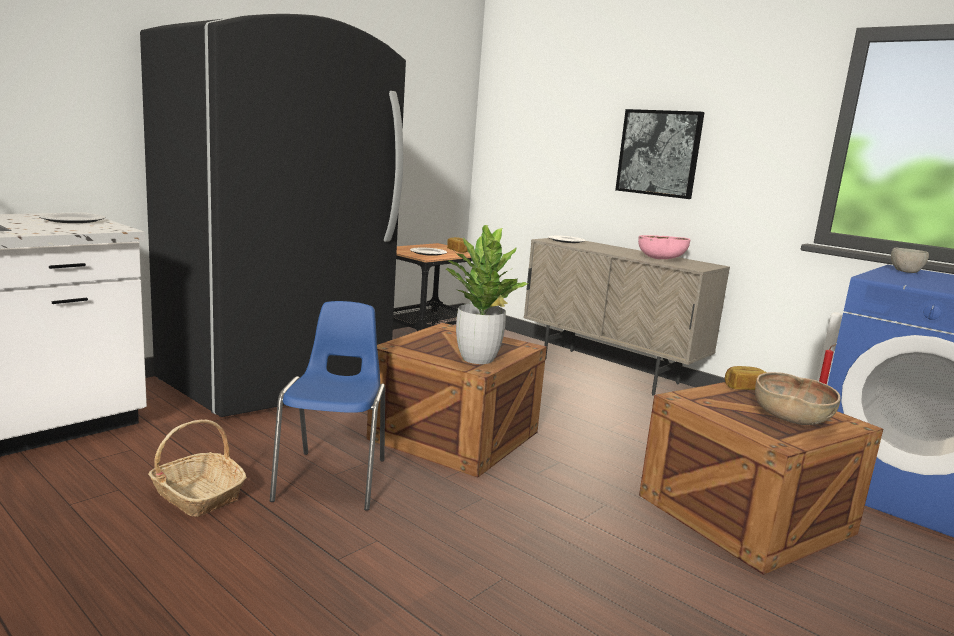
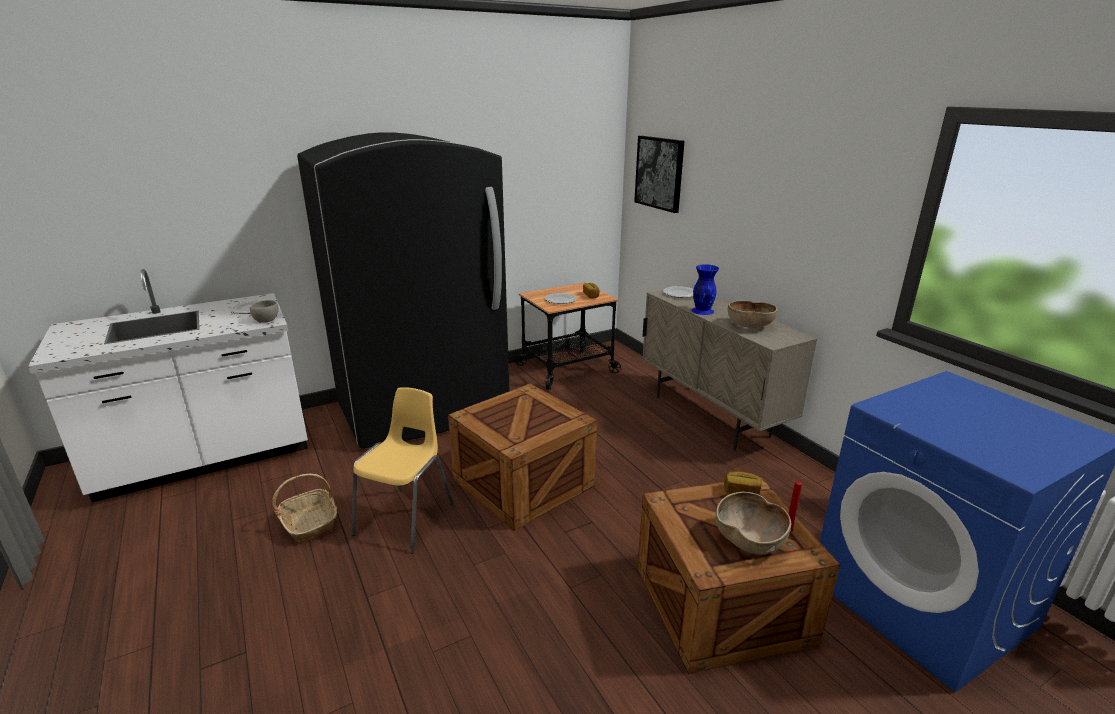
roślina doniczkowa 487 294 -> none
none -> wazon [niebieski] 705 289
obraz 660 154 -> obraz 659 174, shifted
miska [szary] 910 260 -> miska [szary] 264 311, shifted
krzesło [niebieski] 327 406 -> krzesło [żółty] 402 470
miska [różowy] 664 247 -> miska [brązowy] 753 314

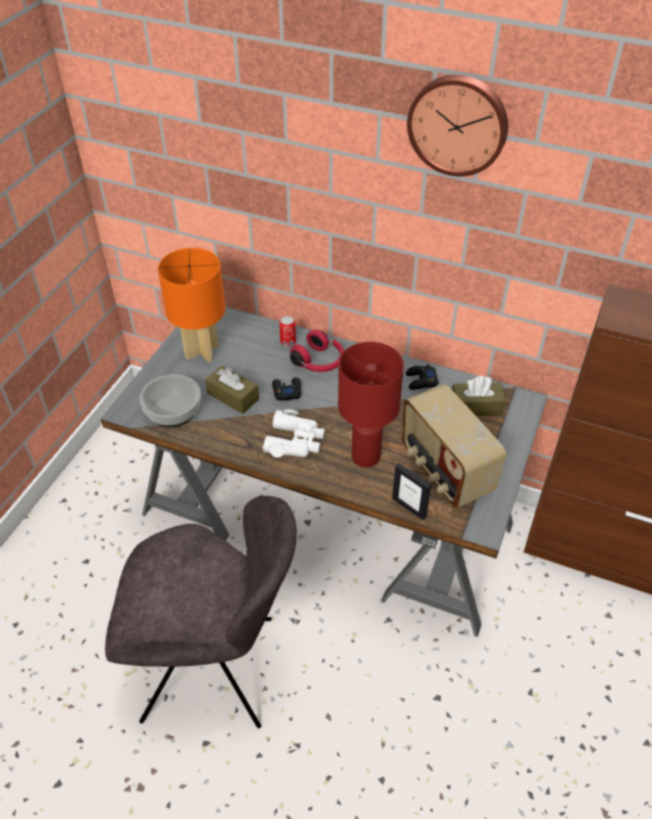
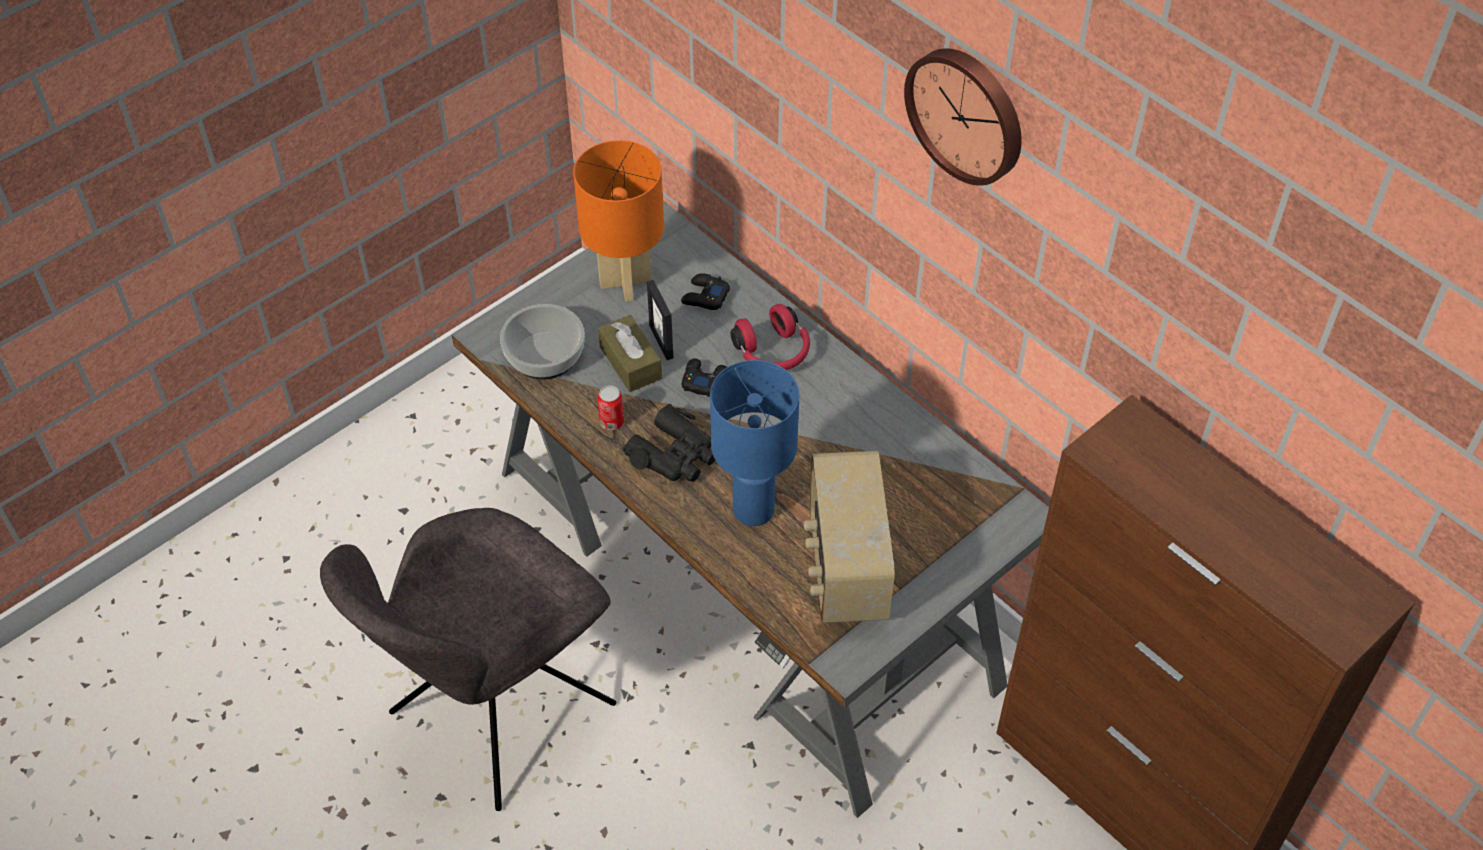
pudełko chusteczek [brązowy] 479 396 -> none
puszka 287 331 -> puszka 610 408, shifted
ramka na zdjęcie 411 491 -> ramka na zdjęcie 660 320, shifted
pad do gier [czarny] 422 377 -> pad do gier [czarny] 705 291, shifted
lornetka [biały] 293 434 -> lornetka [czarny] 668 443
lampa stołowa [czerwony] 371 404 -> lampa stołowa [niebieski] 754 443
krzesło [szary] 201 612 -> krzesło [szary] 468 659, 105 degrees clockwise

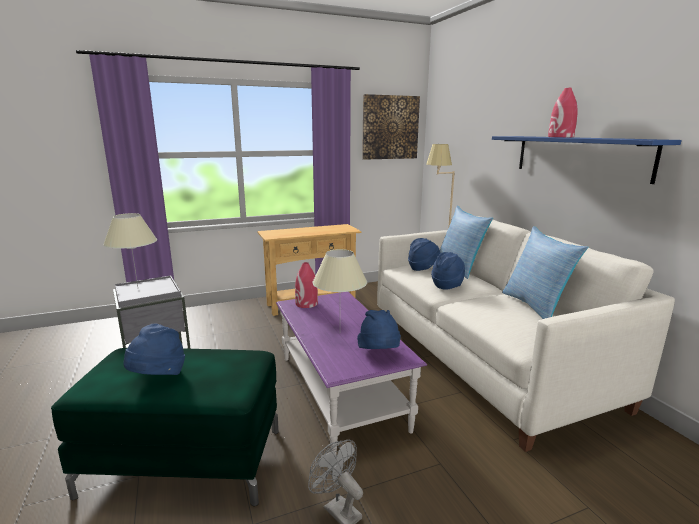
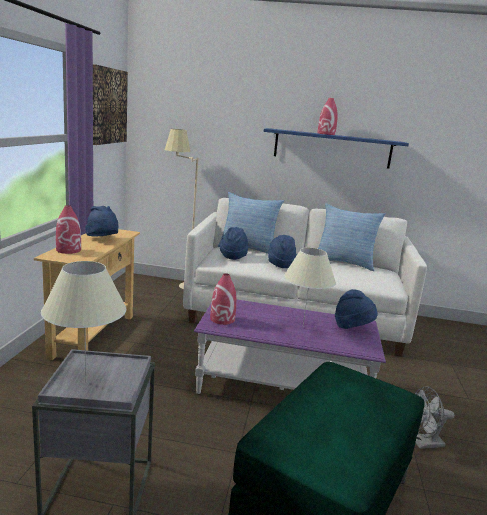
none -> wazon [czerwony] 68 229
kapelusz [niebieski] 154 349 -> kapelusz [niebieski] 102 221, shifted

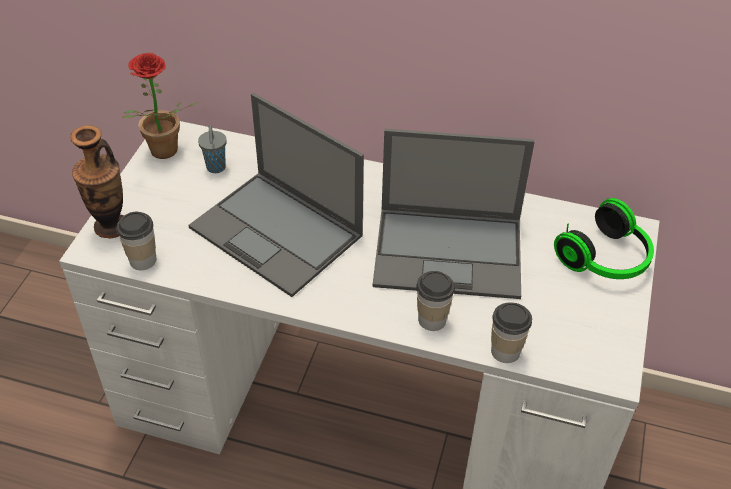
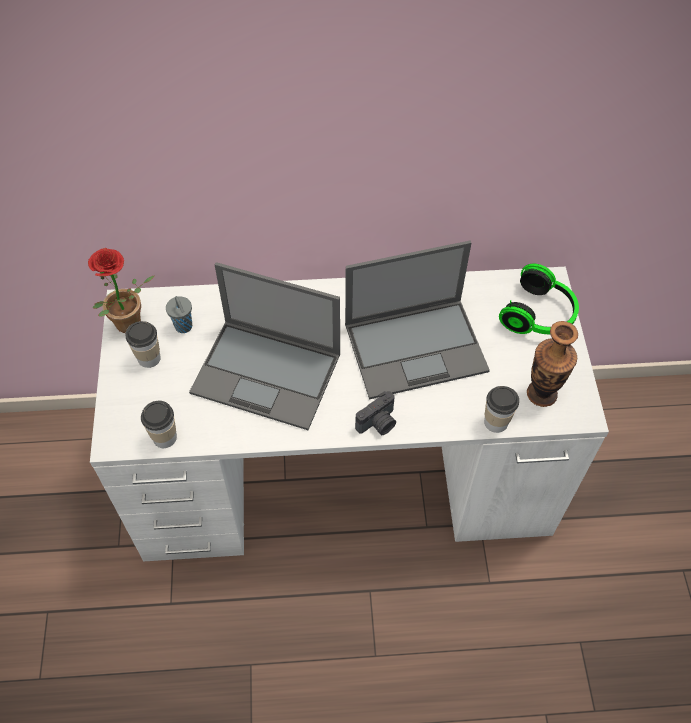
none -> aparat fotograficzny 375 413
wazon 97 182 -> wazon 552 364, shifted
filiżanka 435 301 -> filiżanka 143 344, shifted

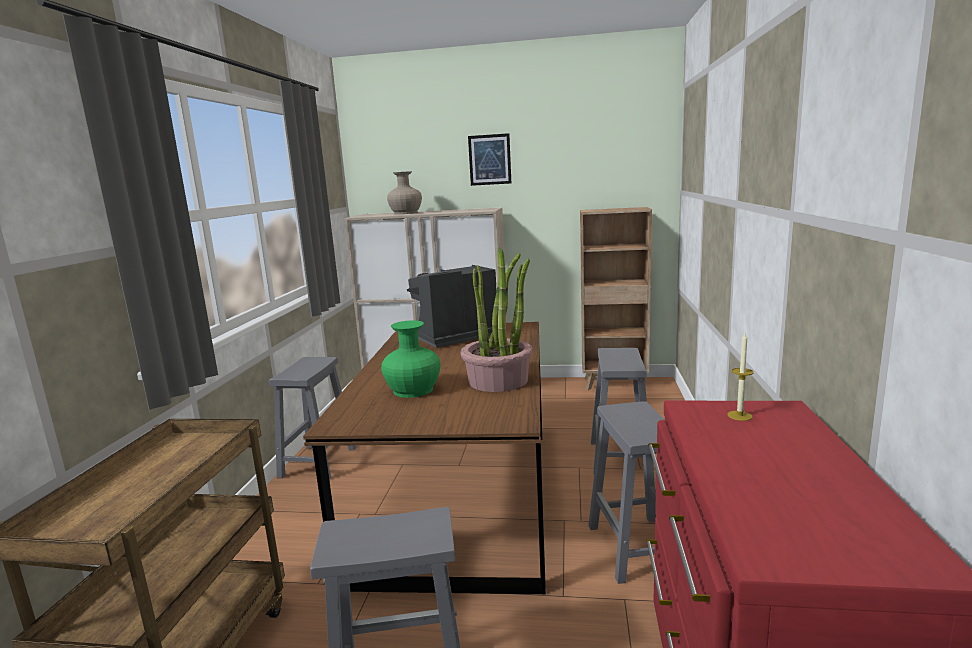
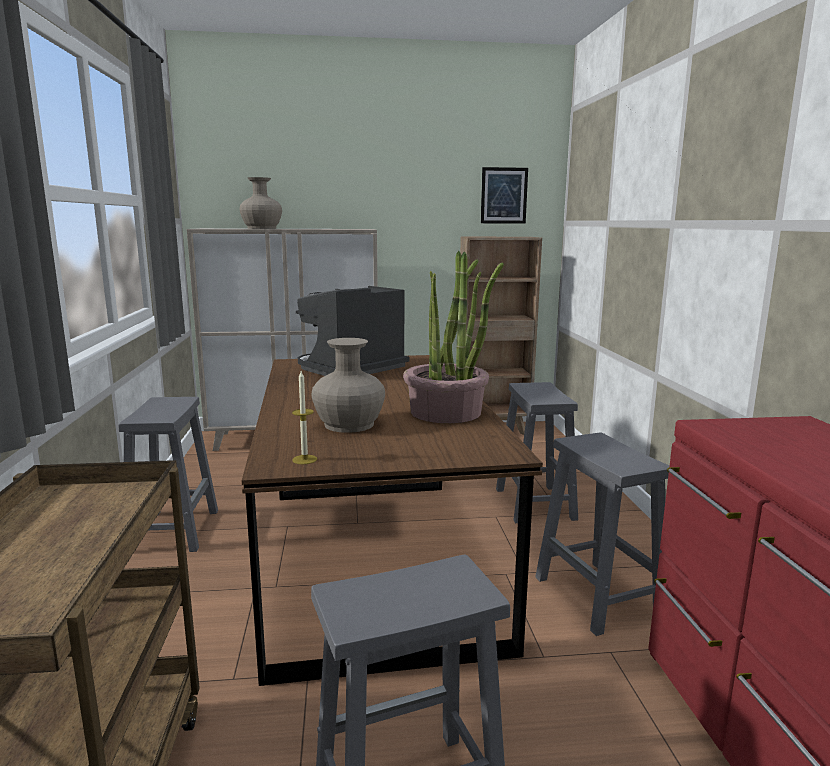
obraz 489 159 -> obraz 504 195, shifted
świeca 740 377 -> świeca 304 417, shifted
wazon [zielony] 411 359 -> wazon [beżowy] 348 385

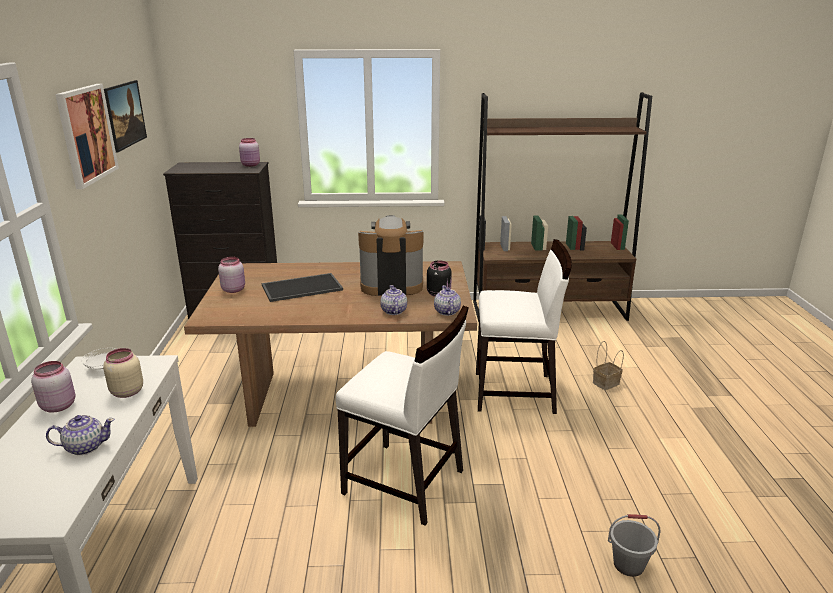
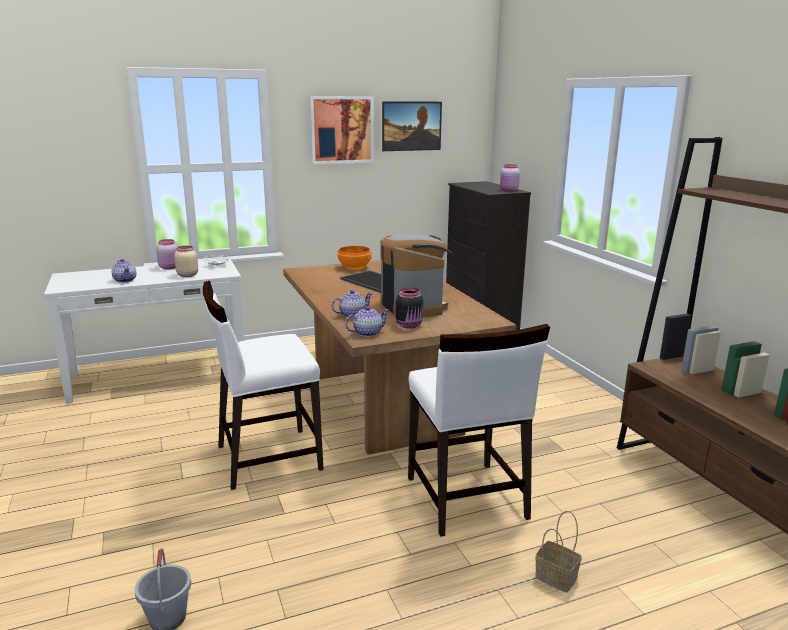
słoik [różowy] 231 275 -> miska [pomarańczowy] 355 258
krzesło [biały] 402 416 -> krzesło [biały] 263 385, 60 degrees clockwise

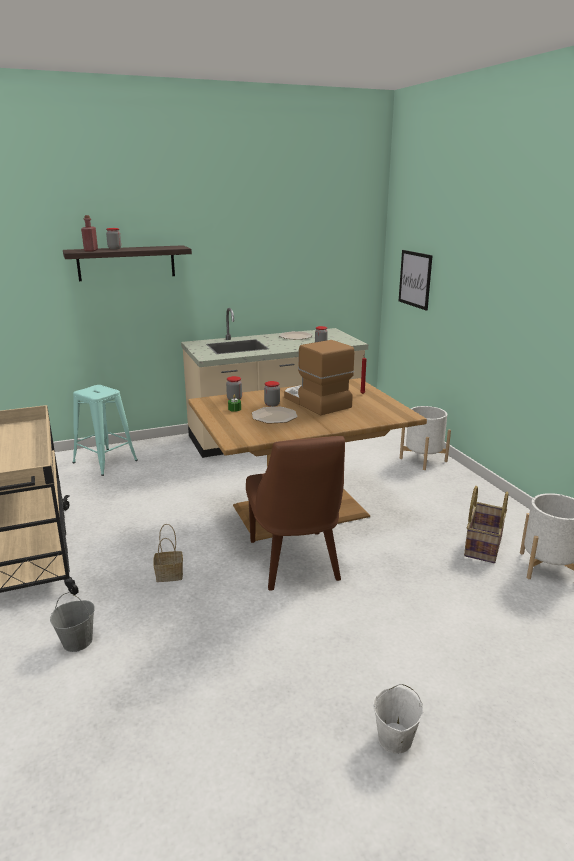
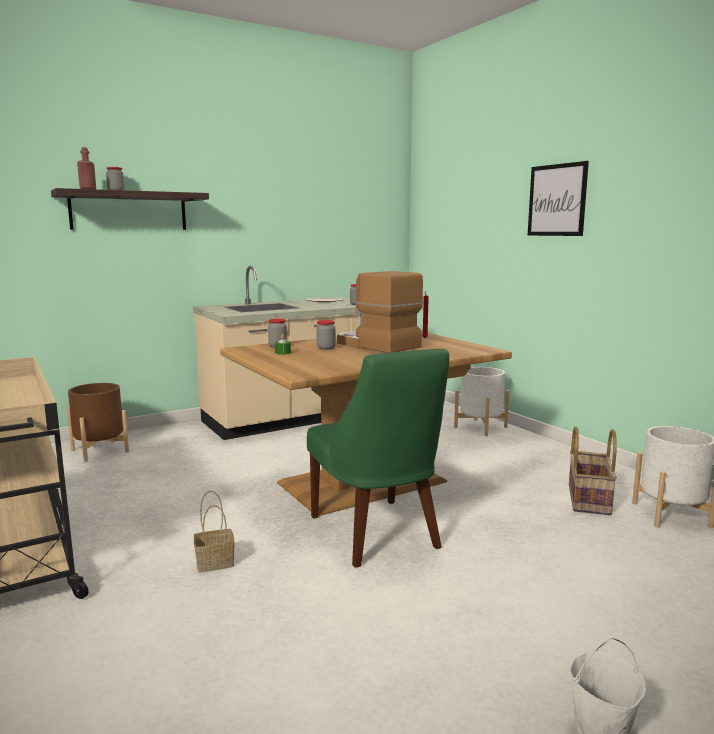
wiadro [szary] 72 622 -> none
talerz 275 415 -> none
obraz 416 280 -> obraz 558 198, shifted
stołek [turkusowy] 105 430 -> donica [brązowy] 98 422
krzesło [brązowy] 295 513 -> krzesło [zielony] 378 458

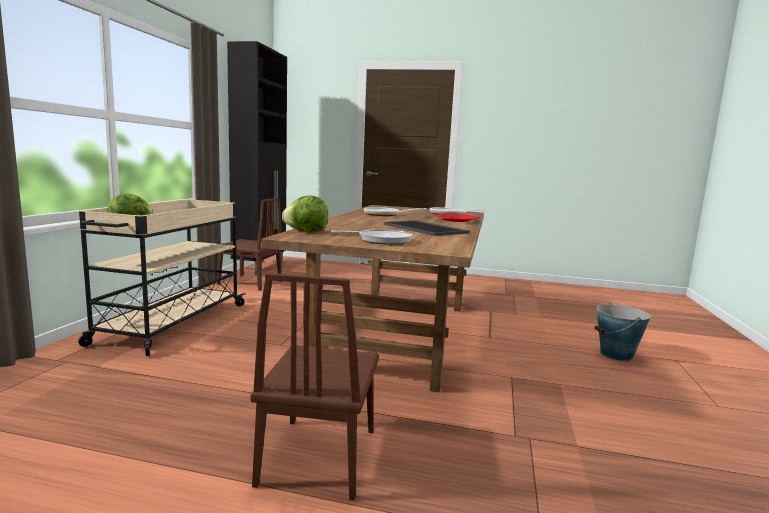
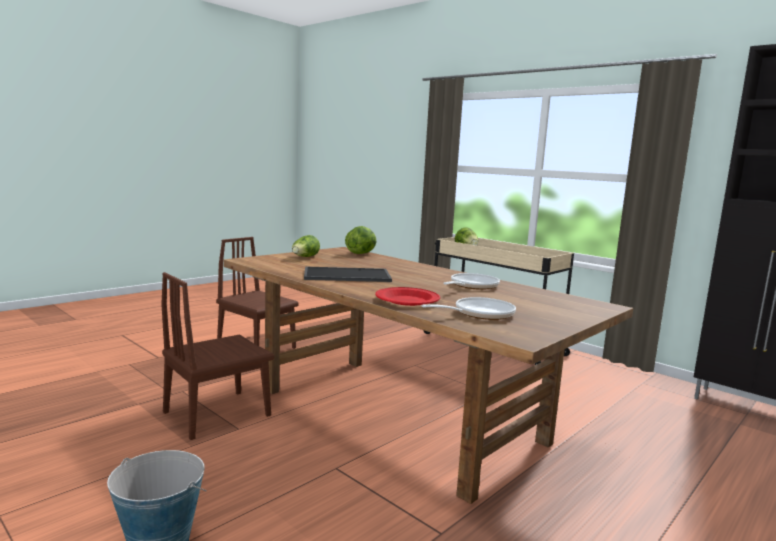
krzesło [brązowy] 249 244 -> krzesło [brązowy] 217 356, shifted
patelnia 371 237 -> sałata 306 246

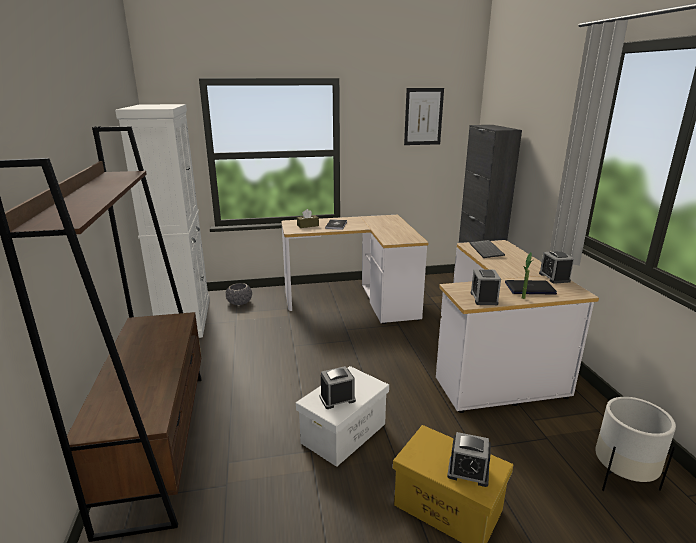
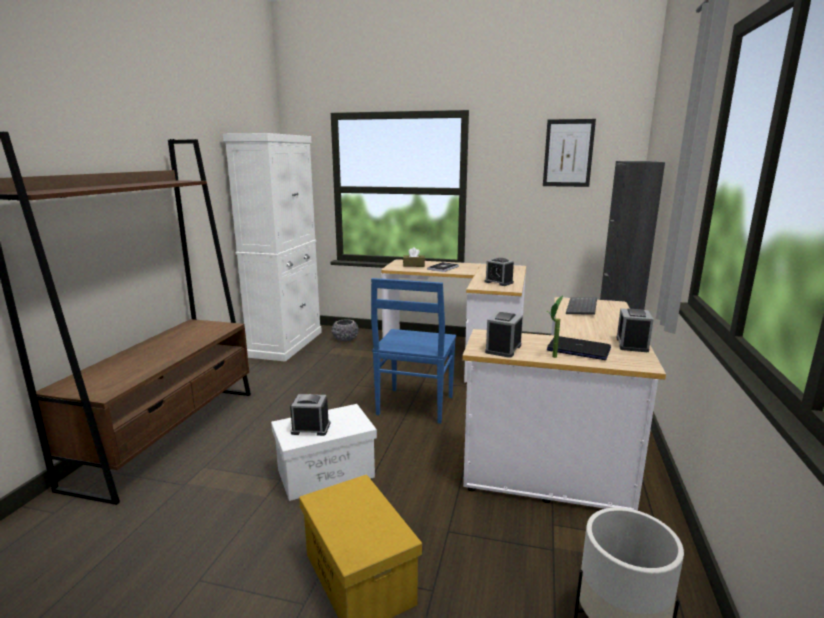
none -> krzesło [niebieski] 413 351
budzik 469 459 -> budzik 499 272, shifted

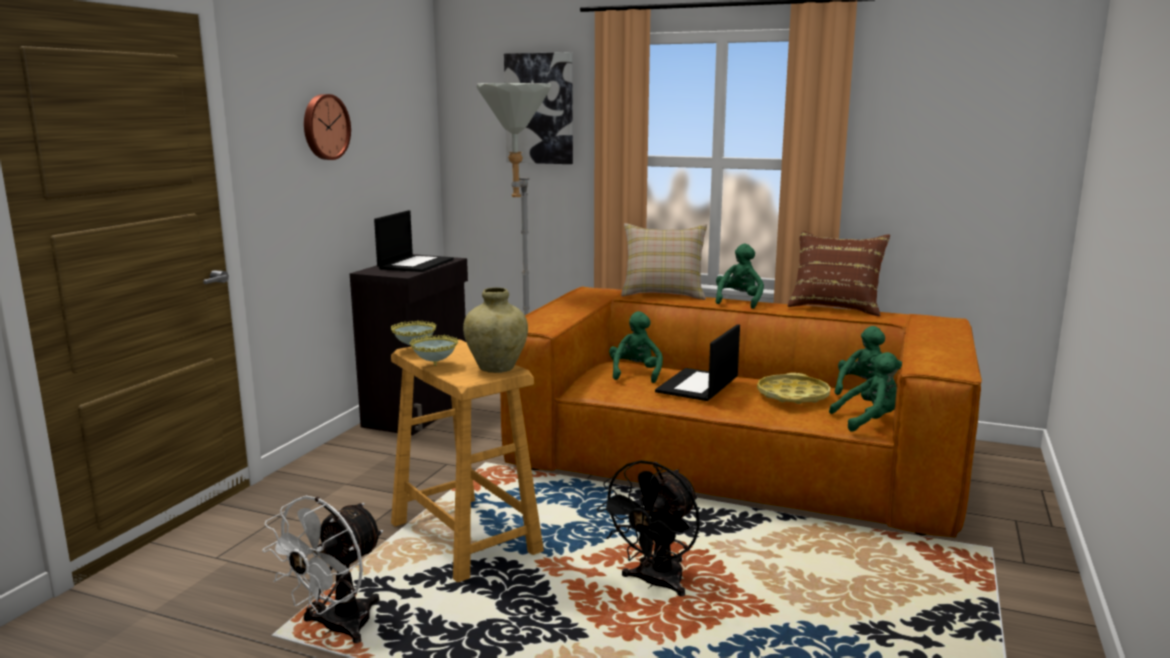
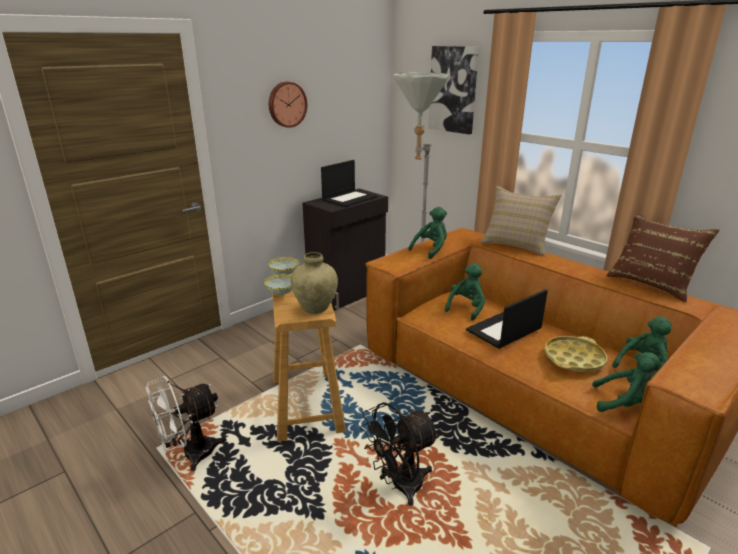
pluszak [zielony] 739 276 -> pluszak [zielony] 427 233, shifted

